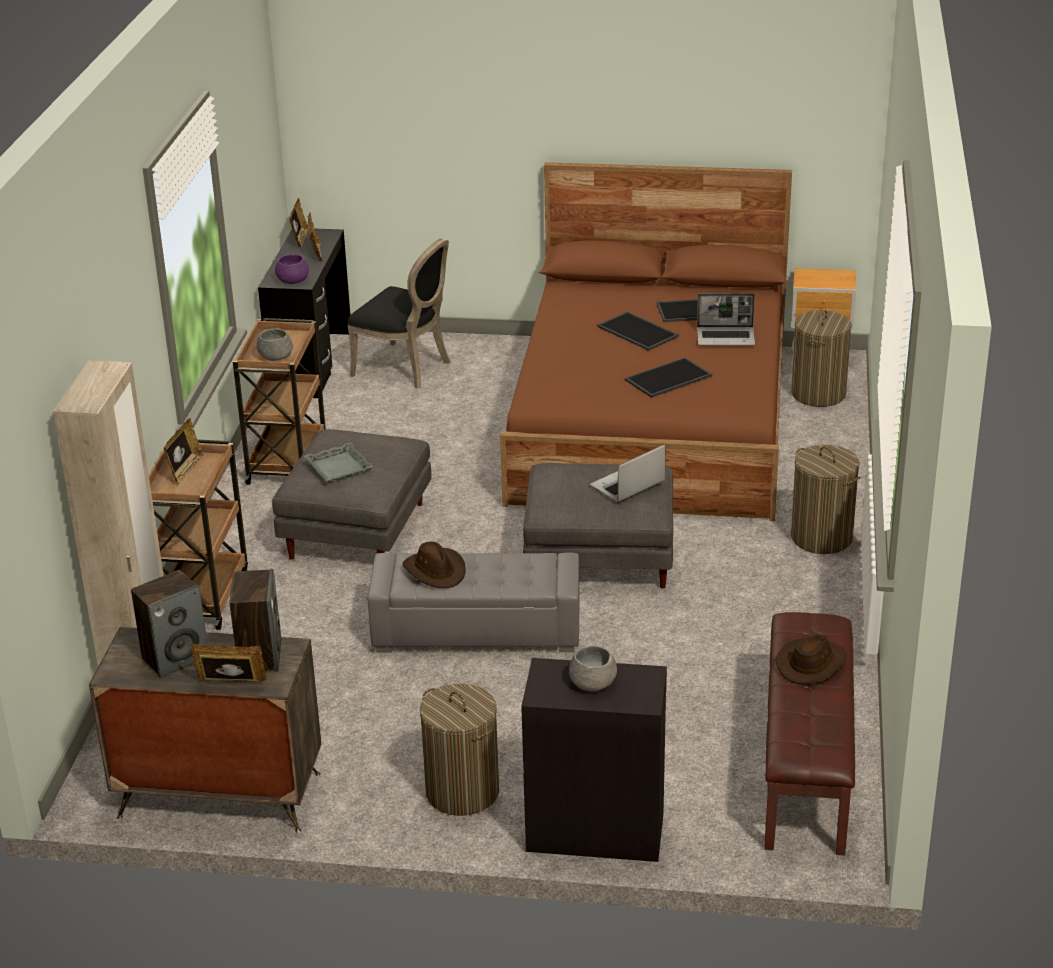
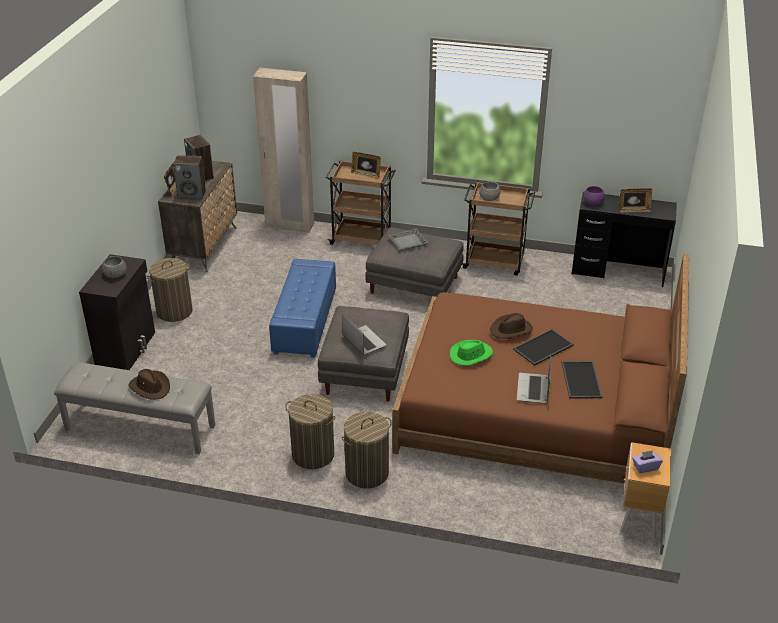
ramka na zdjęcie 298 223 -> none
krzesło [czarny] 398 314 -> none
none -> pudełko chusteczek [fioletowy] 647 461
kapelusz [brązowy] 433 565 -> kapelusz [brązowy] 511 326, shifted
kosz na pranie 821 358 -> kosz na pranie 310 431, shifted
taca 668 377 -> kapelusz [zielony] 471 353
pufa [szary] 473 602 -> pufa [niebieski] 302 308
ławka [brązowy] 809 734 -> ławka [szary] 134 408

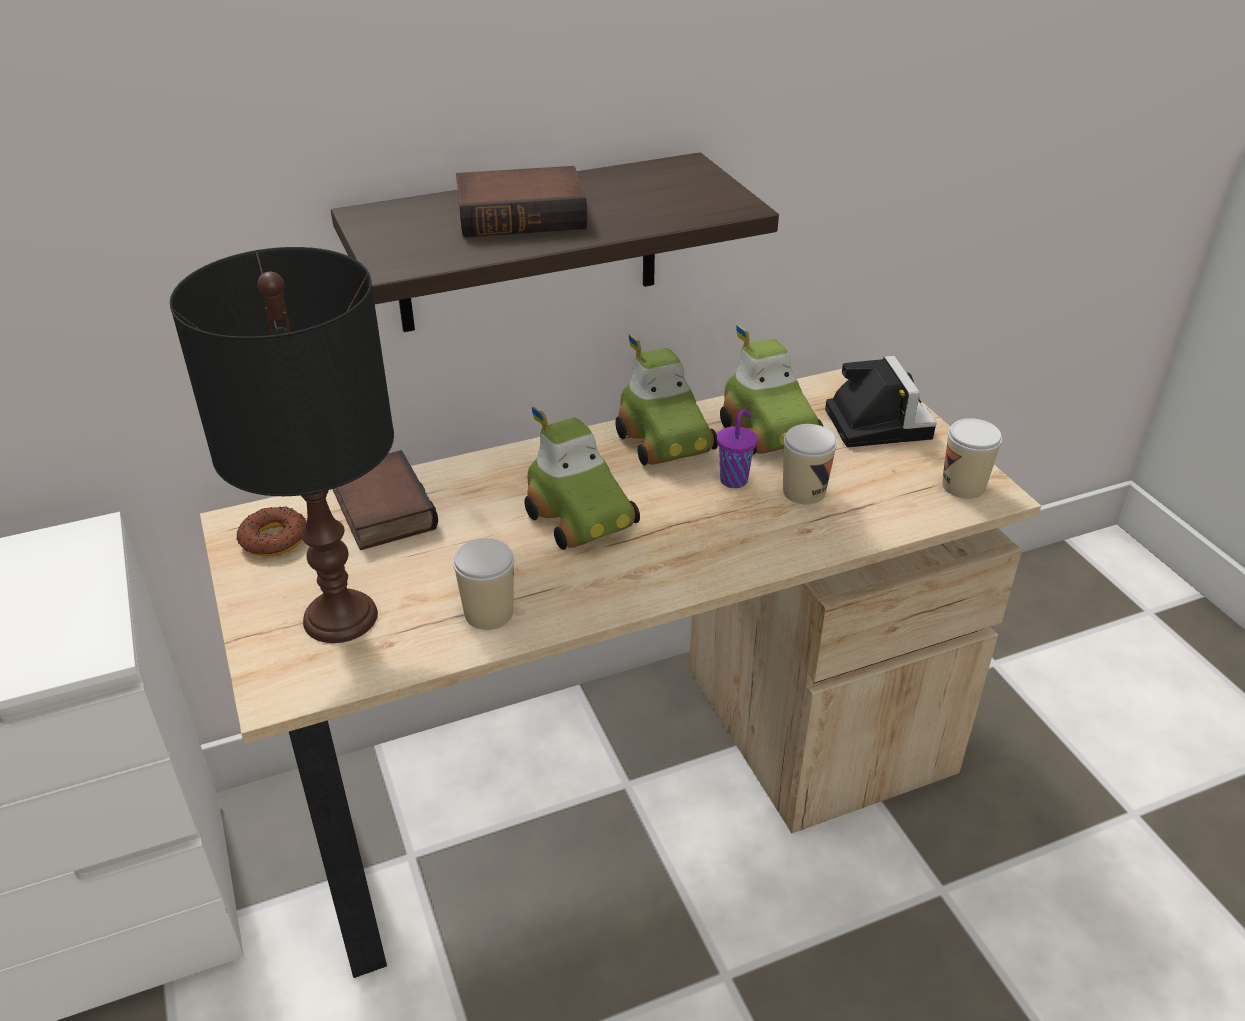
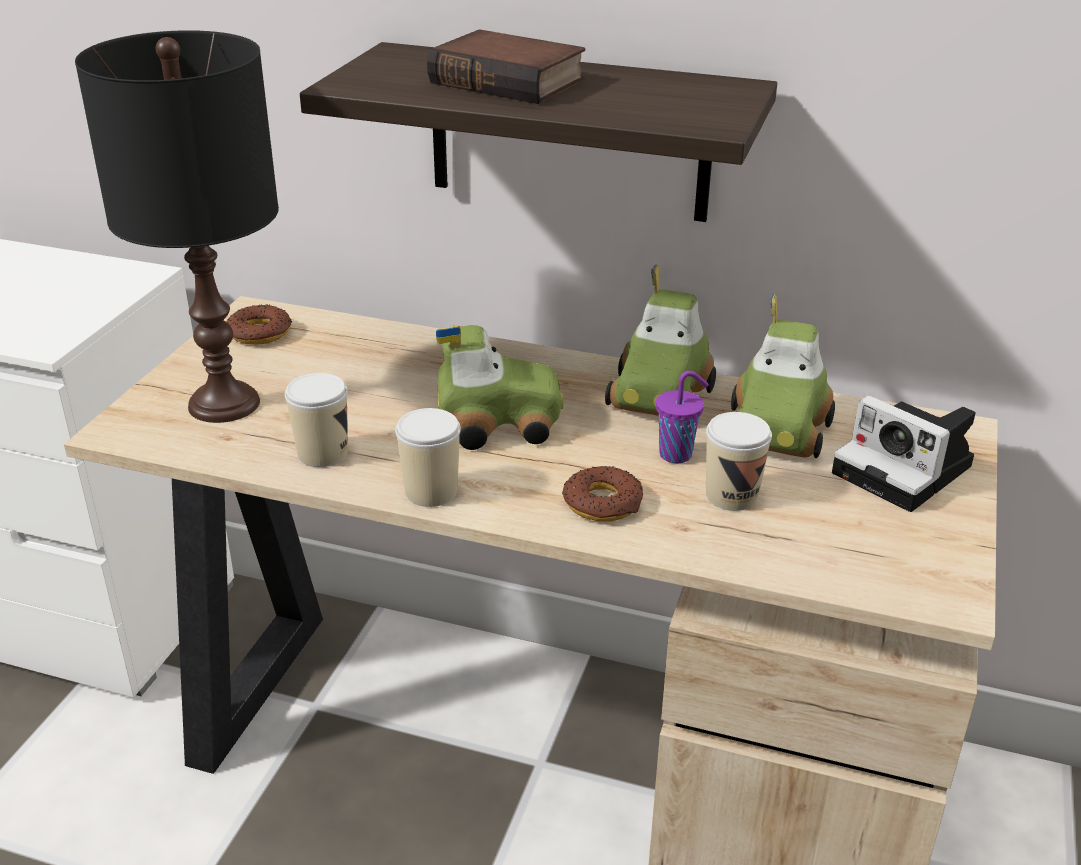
książka 385 500 -> none
none -> donut 602 493
filiżanka 972 458 -> filiżanka 428 457, shifted
samochodzik 582 478 -> samochodzik 499 387, 105 degrees counterclockwise
aparat fotograficzny 881 401 -> aparat fotograficzny 904 454, 105 degrees clockwise

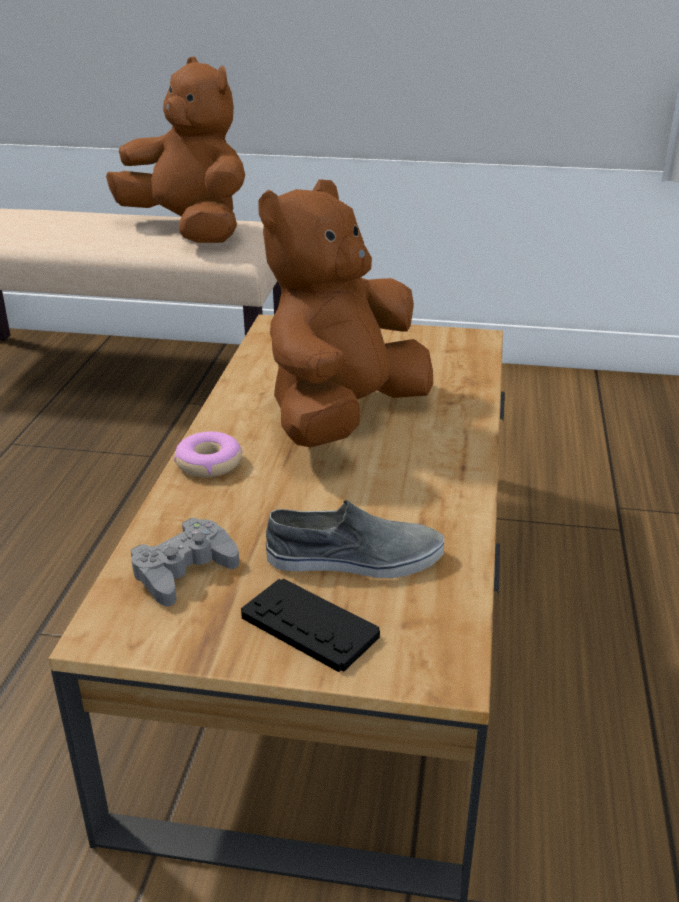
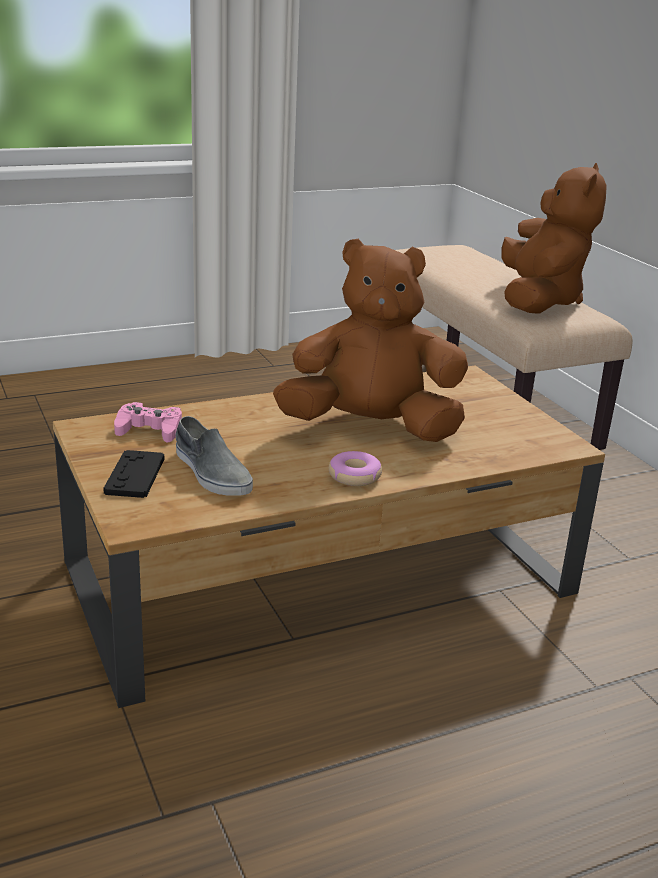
donut 208 454 -> donut 355 468, shifted
pad do gier [szary] 185 562 -> pad do gier [różowy] 148 422

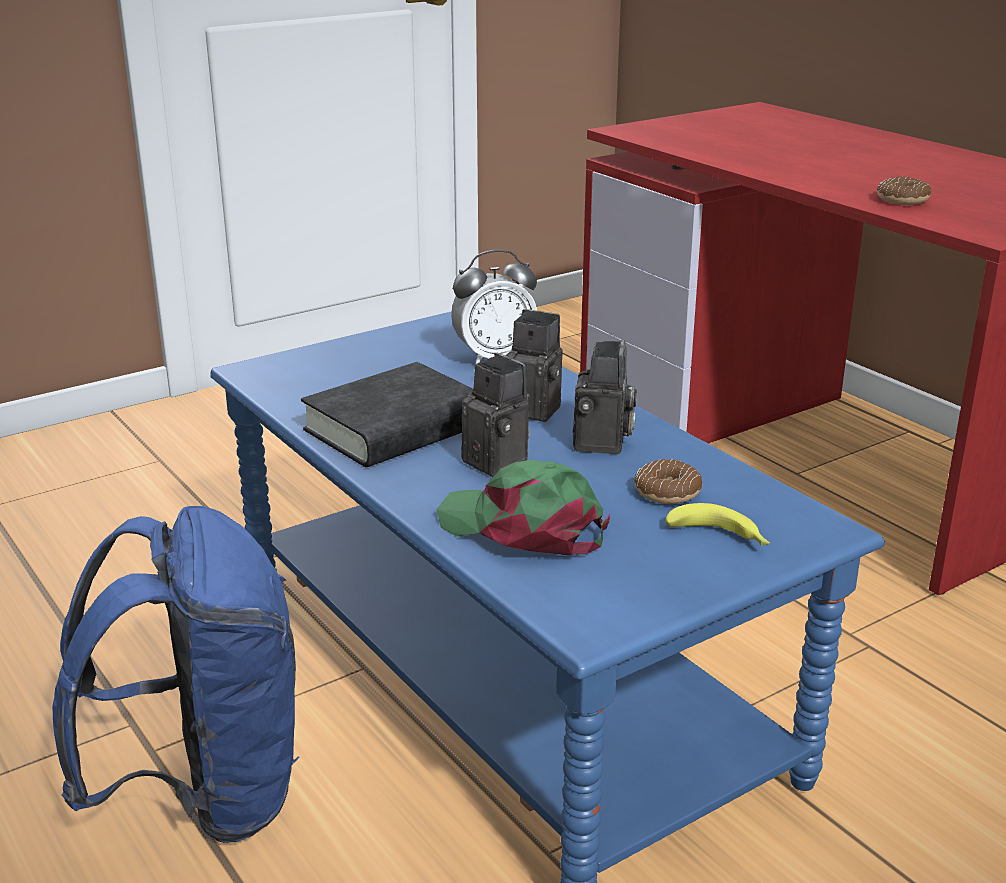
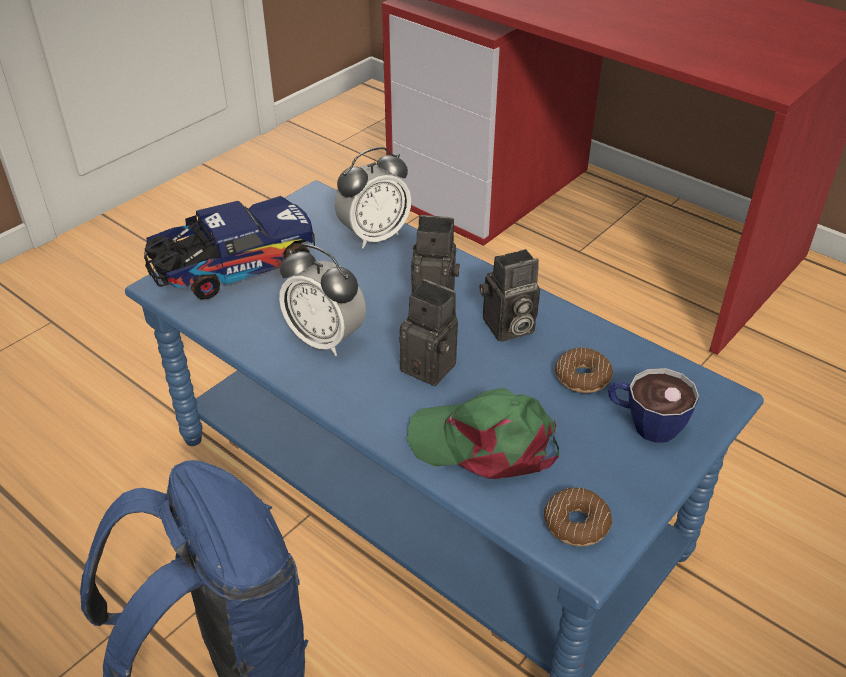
none -> ciężarówka zabawkowa 229 247
donut 904 191 -> donut 578 516, shifted
książka [czarny] 387 414 -> budzik 322 300
banan 717 524 -> filiżanka 653 405
aparat fotograficzny 605 396 -> aparat fotograficzny 510 295, 75 degrees clockwise

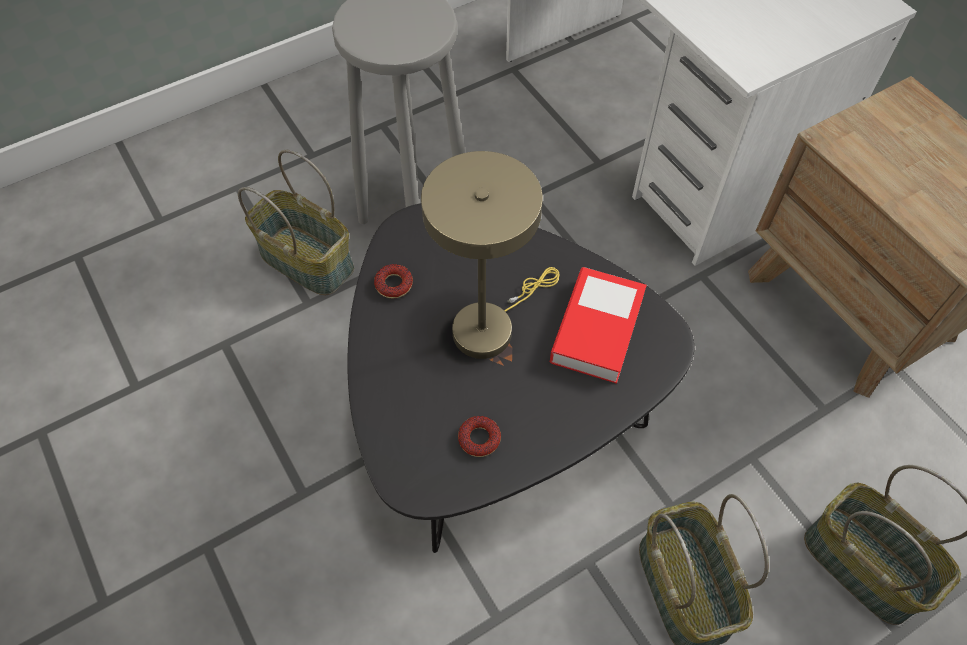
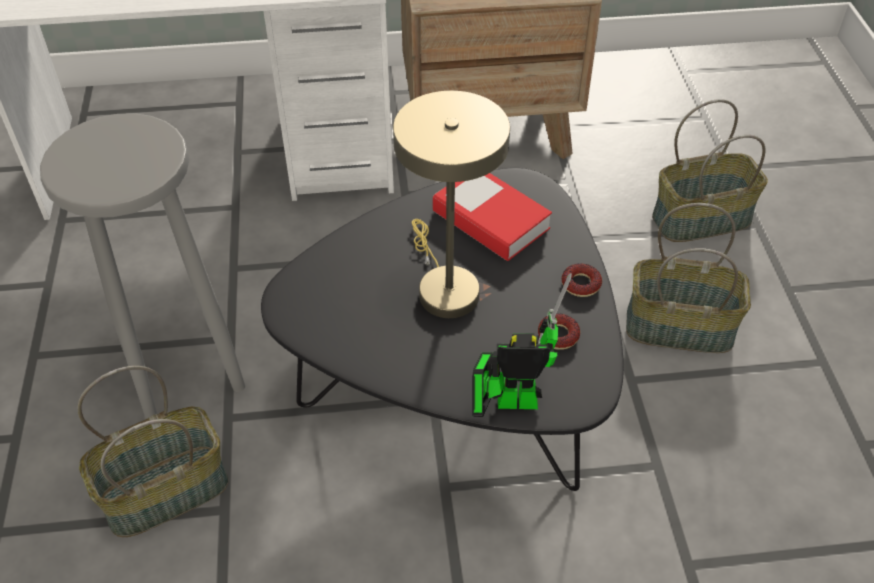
none -> robot zabawkowy 522 345
donut 393 281 -> donut 582 280, shifted

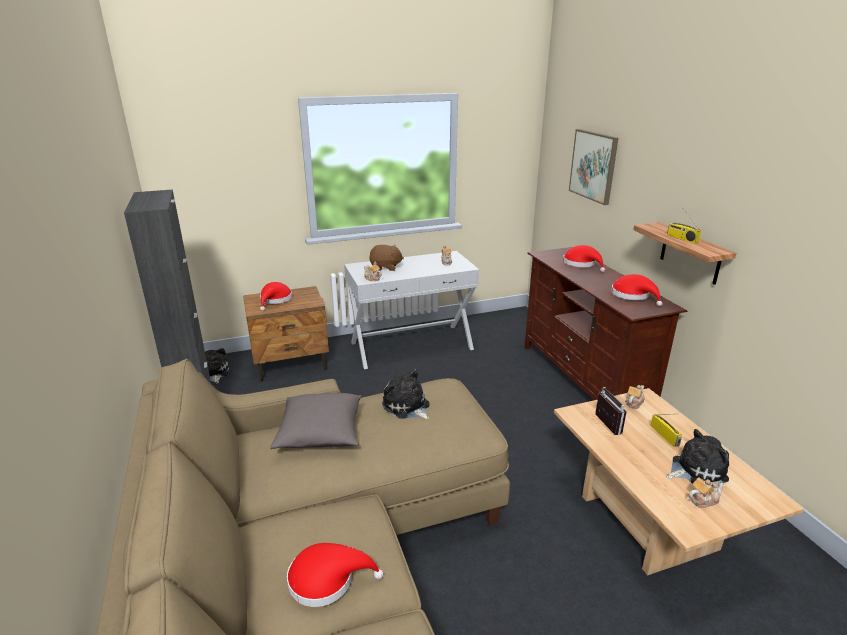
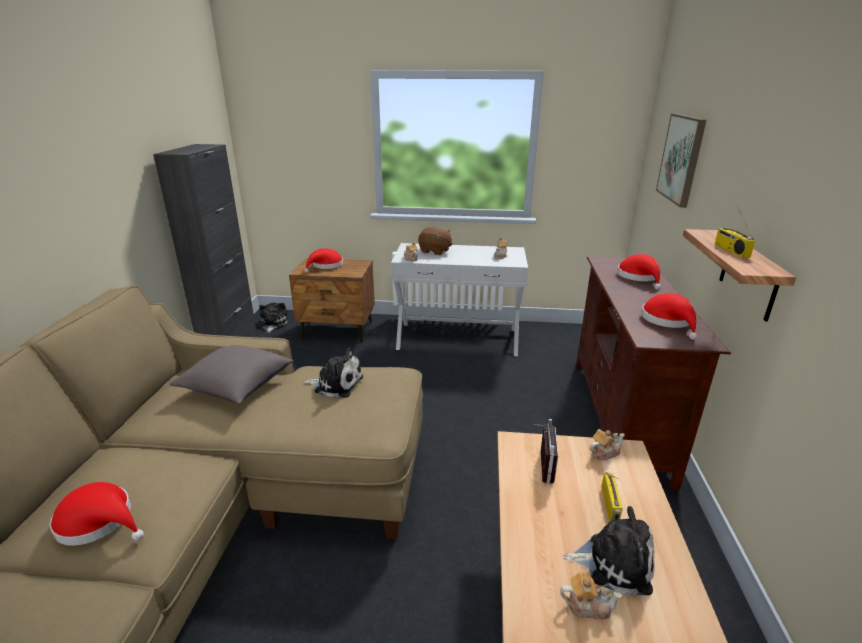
pluszak 406 394 -> pluszak 333 373, 120 degrees clockwise

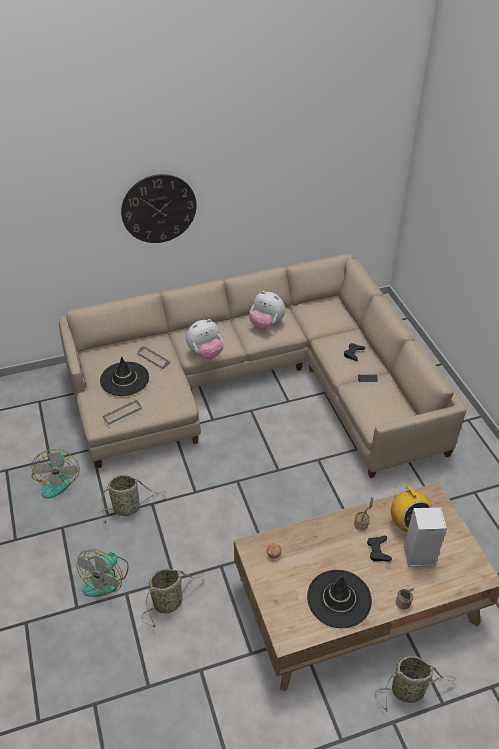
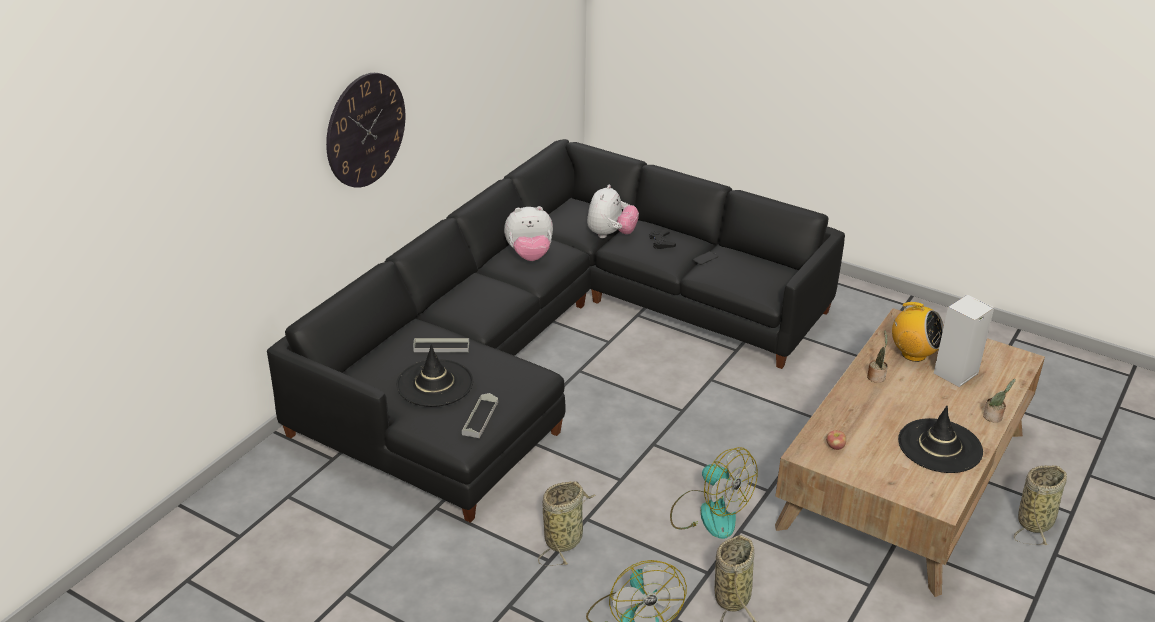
pad do gier [czarny] 379 548 -> none
wentylator 55 474 -> wentylator 714 493, shifted
pluszak 204 339 -> pluszak 613 211, shifted
kanapa [beżowy] 262 366 -> kanapa [czarny] 556 331

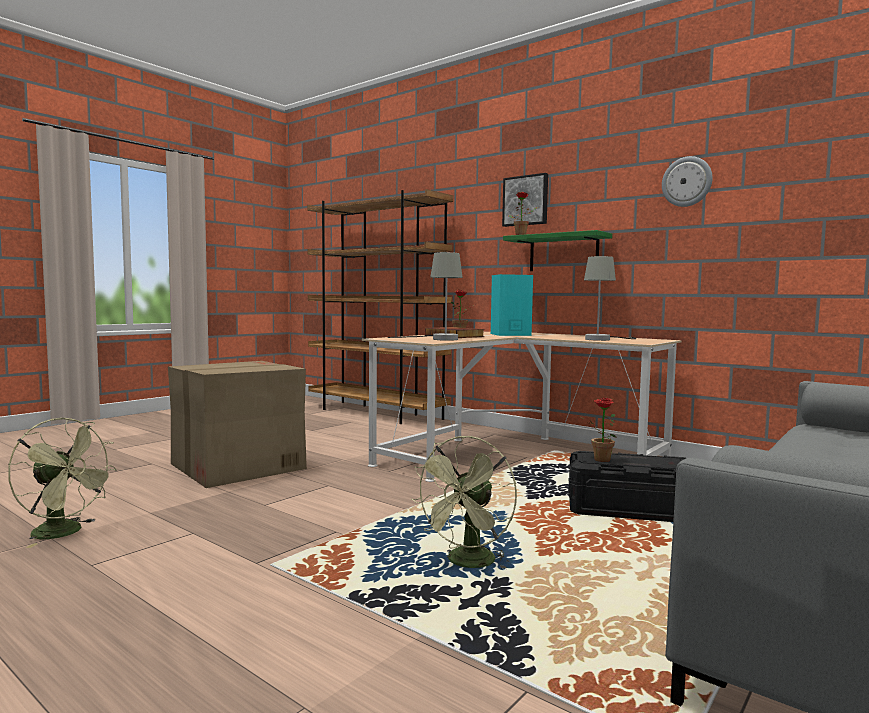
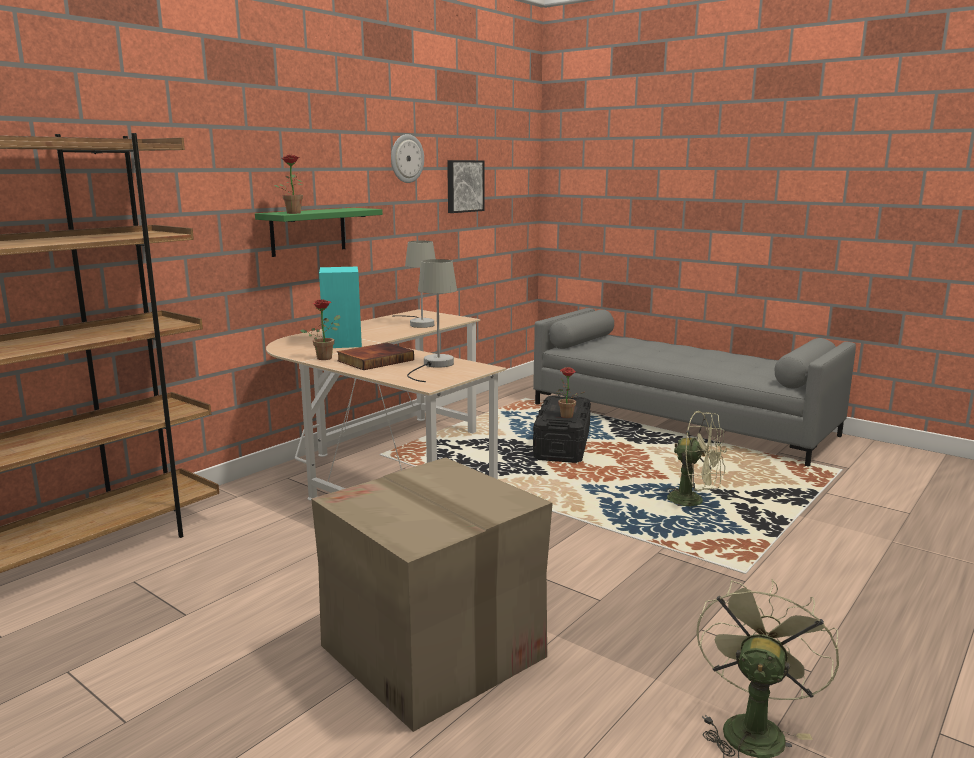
obraz 525 200 -> obraz 466 186, shifted

